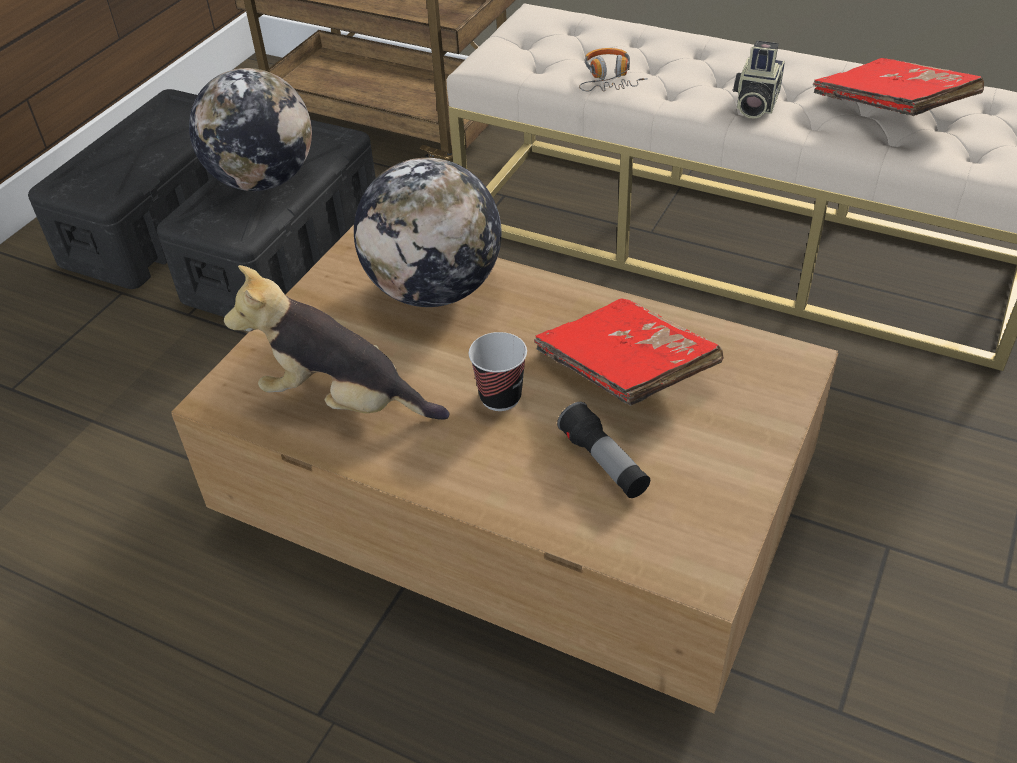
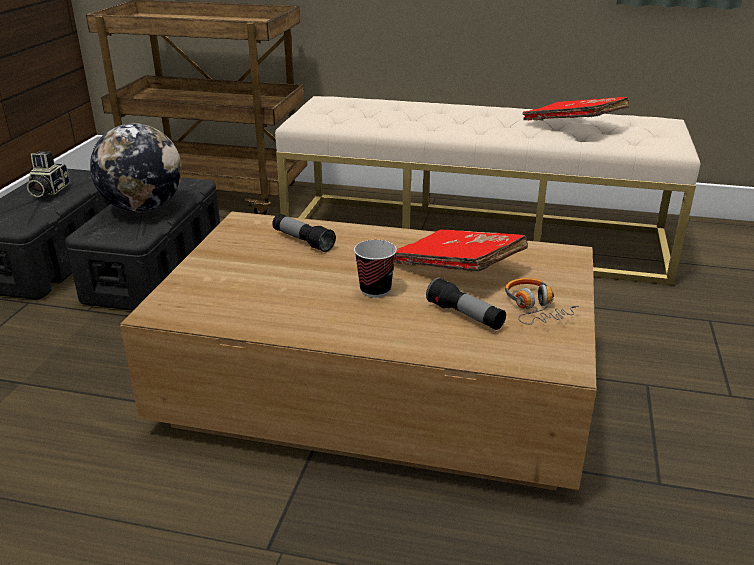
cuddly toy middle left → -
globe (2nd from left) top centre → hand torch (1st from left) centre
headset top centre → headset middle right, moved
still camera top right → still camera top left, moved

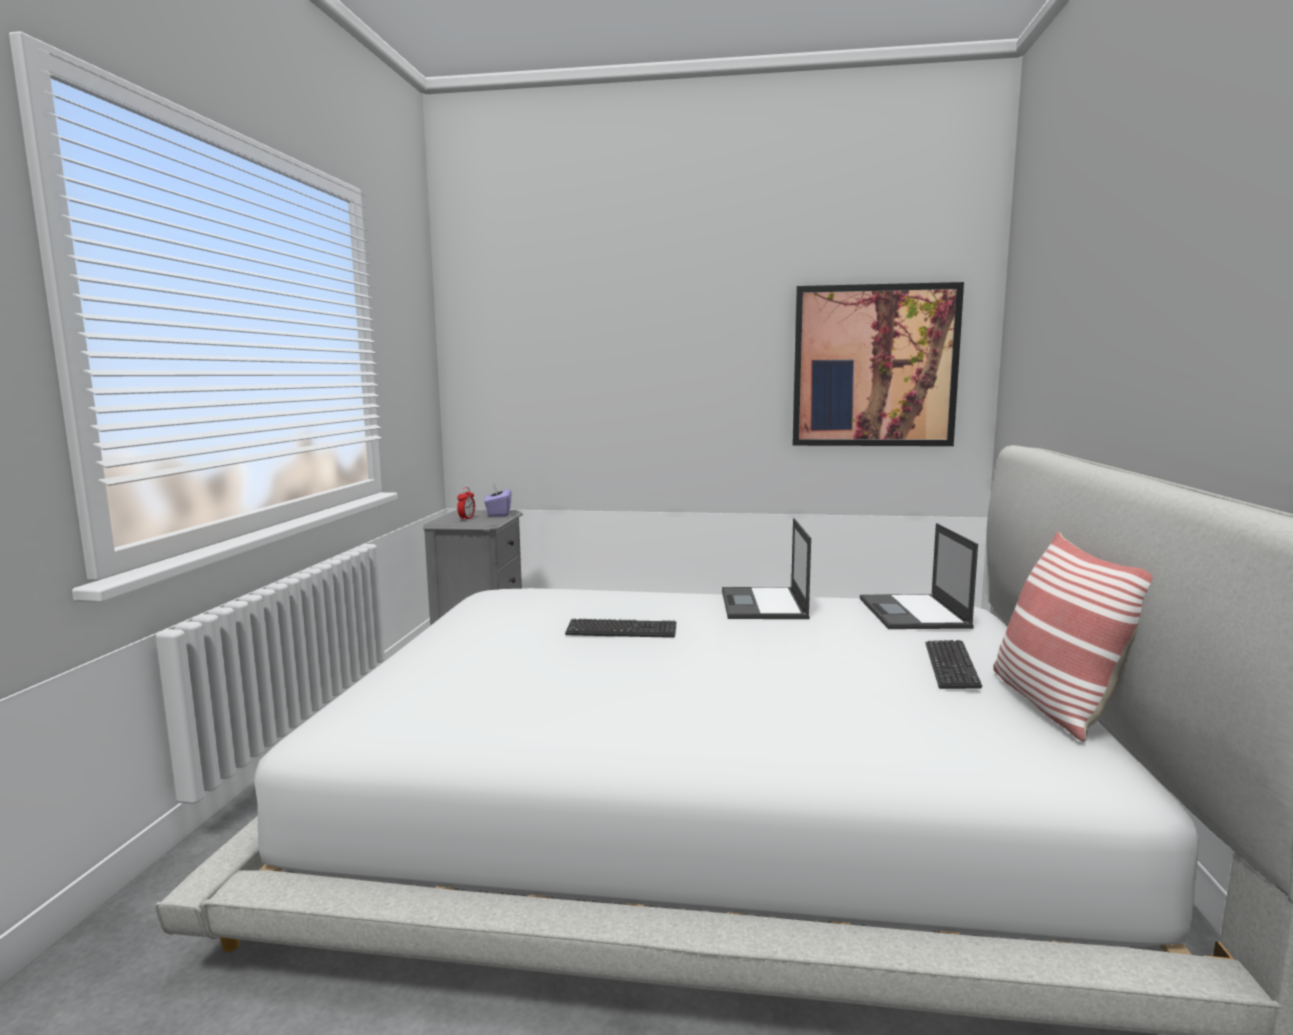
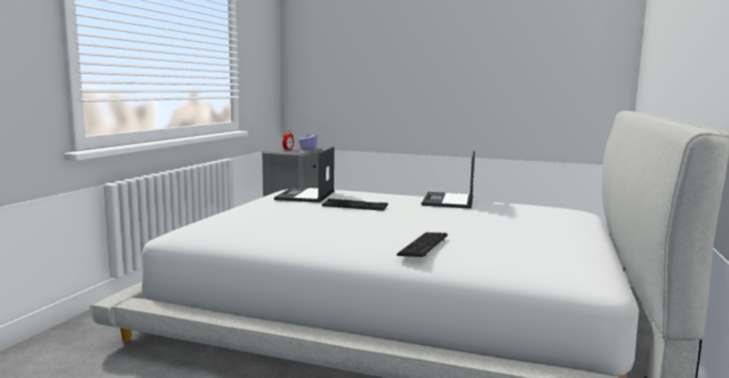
wall picture middle right → -
portable computer (2nd from left in the first image) middle right → portable computer (1st from left) centre, moved
computer keyboard (2nd from left) middle right → computer keyboard (2nd from left) centre, moved
throw pillow middle right → -

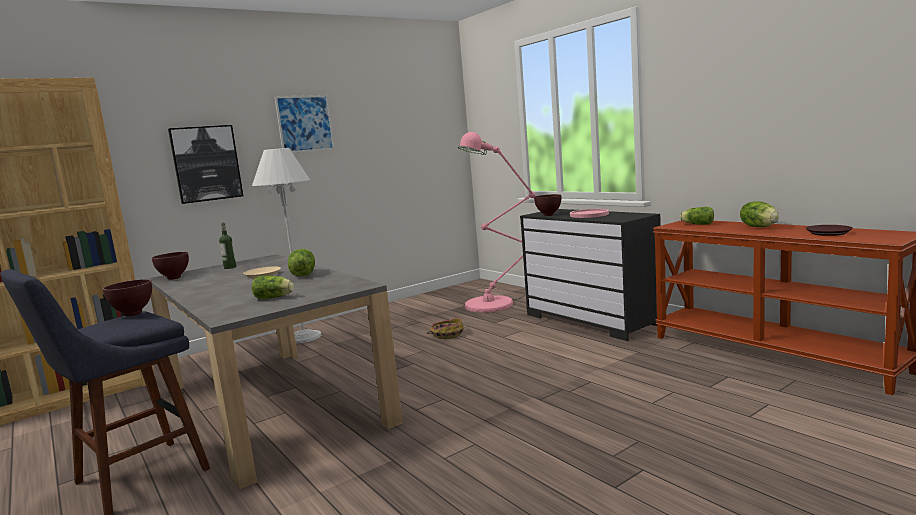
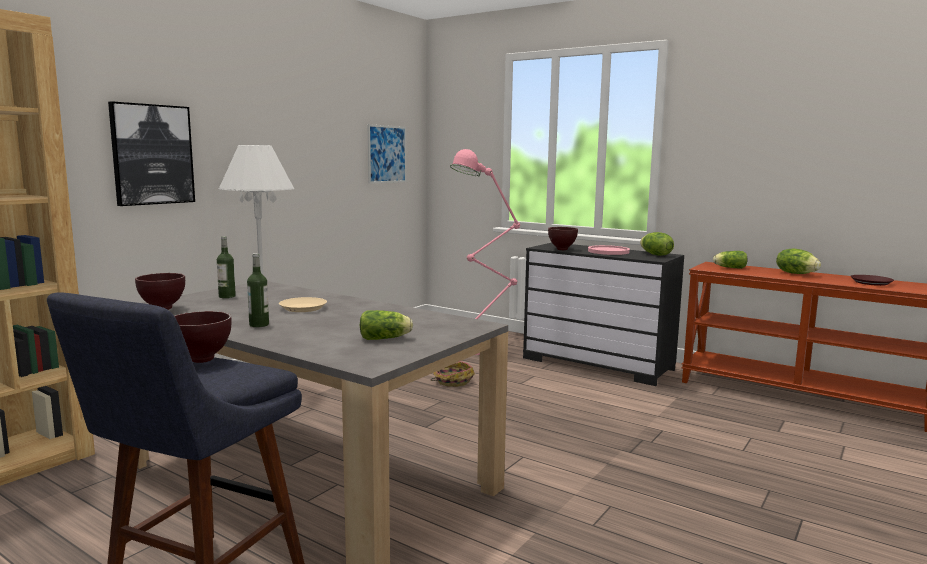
wall picture (2nd from left) top left → wall picture (2nd from left) top centre, moved
lettuce head (2nd from left) middle left → lettuce head (2nd from left) middle right, moved
- → drink bottle (2nd from left) middle left

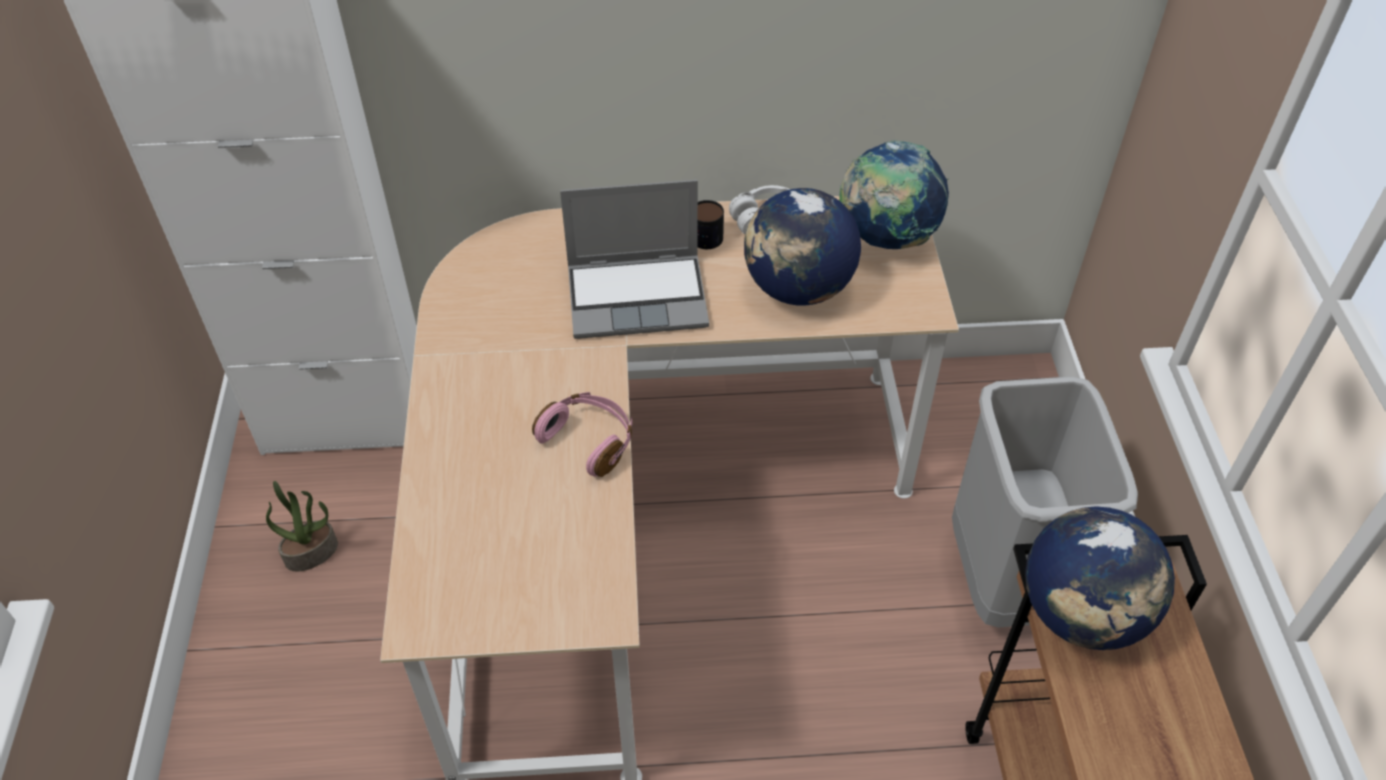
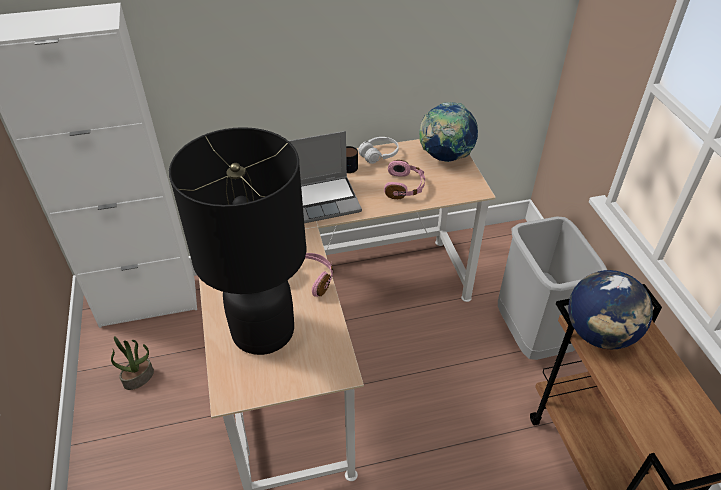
globe (1st from left) top centre → pink-coloured headset (2nd from left) centre
- → black lamp for a table middle left

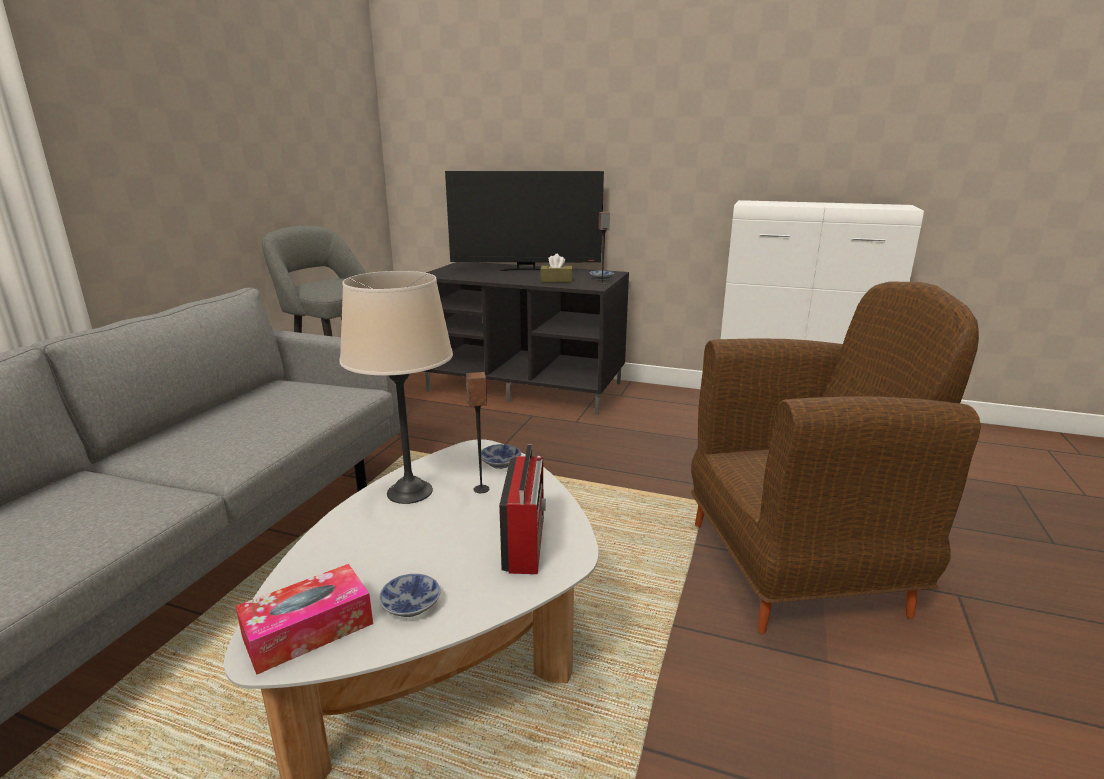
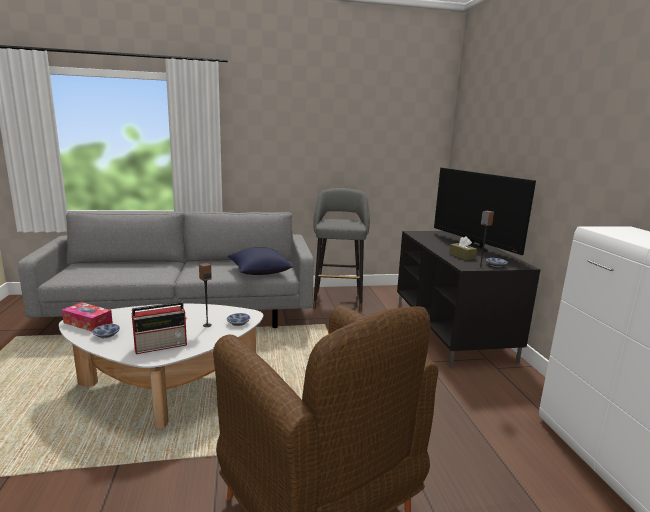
beige lamp for a table centre → -
- → blue-coloured throw pillow centre

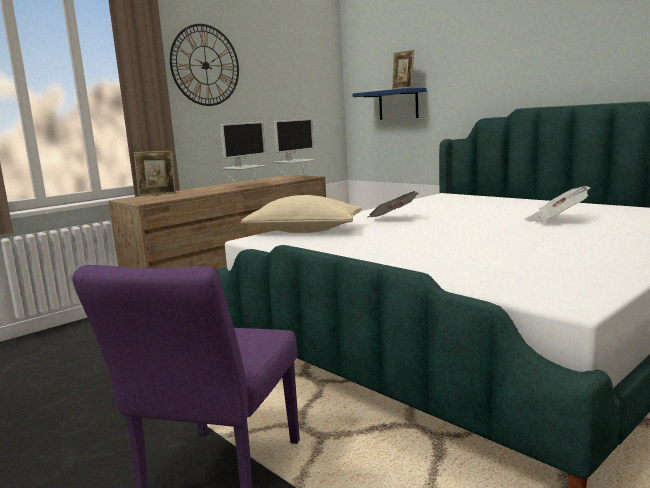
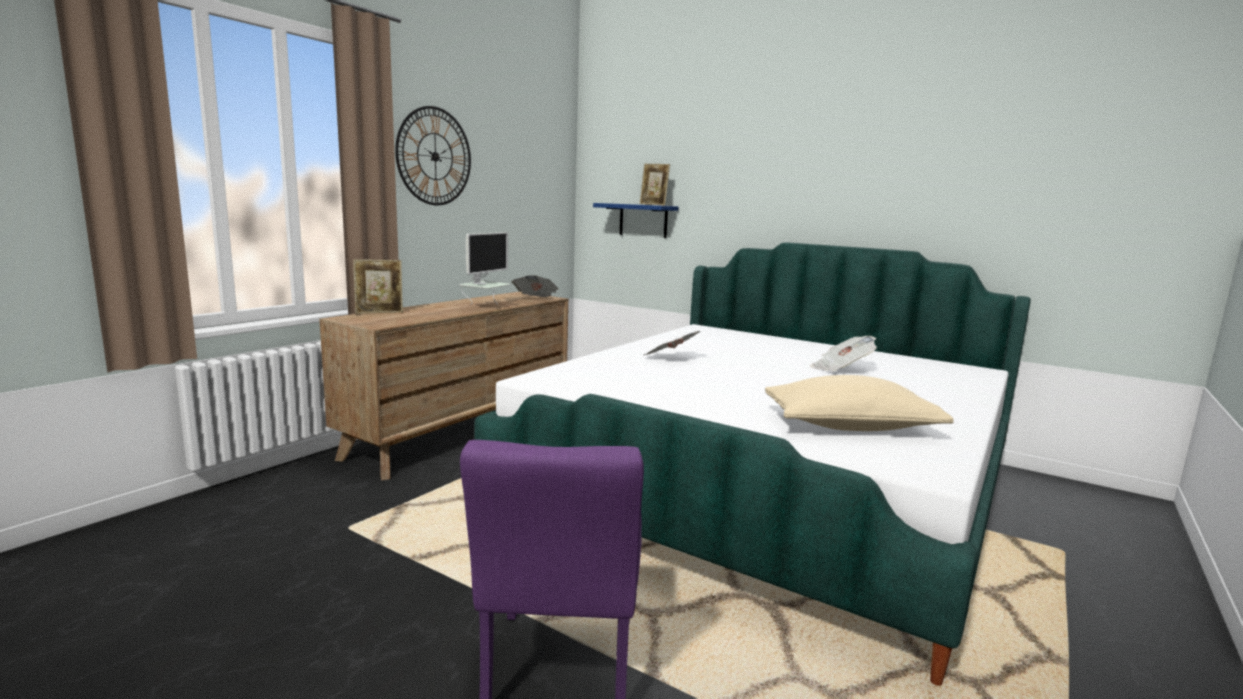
beige throw pillow centre → beige throw pillow middle right, moved
computer screen (2nd from left) top centre → daily paper (1st from left) centre

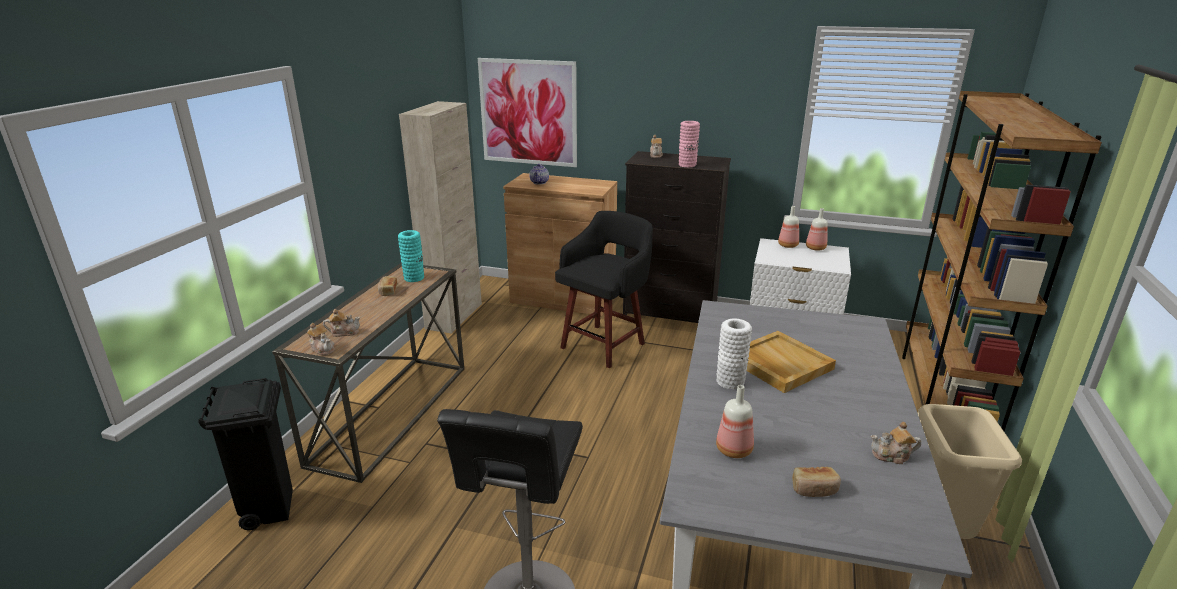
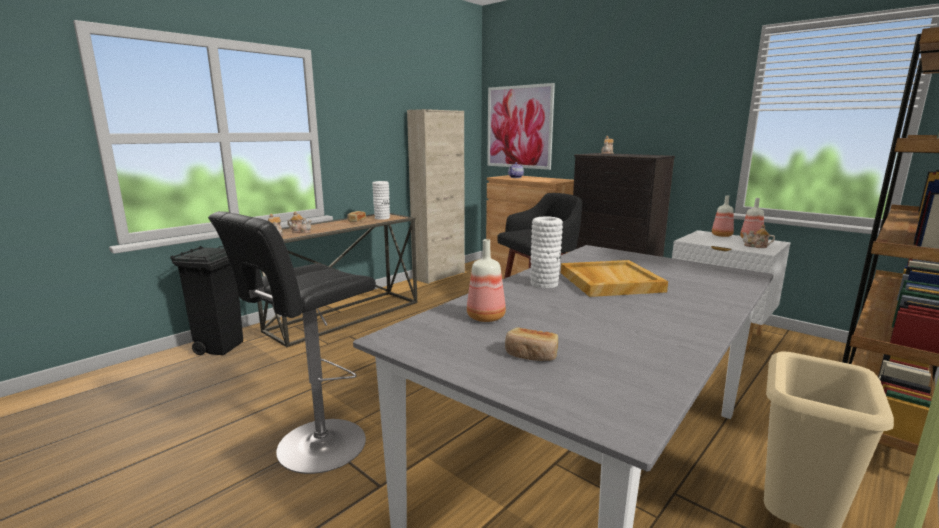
turquoise-coloured flower vase centre → white-coloured flower vase (1st from left) centre
pink-coloured flower vase top centre → -
tea pot (5th from left) bottom right → tea pot (5th from left) middle right, moved

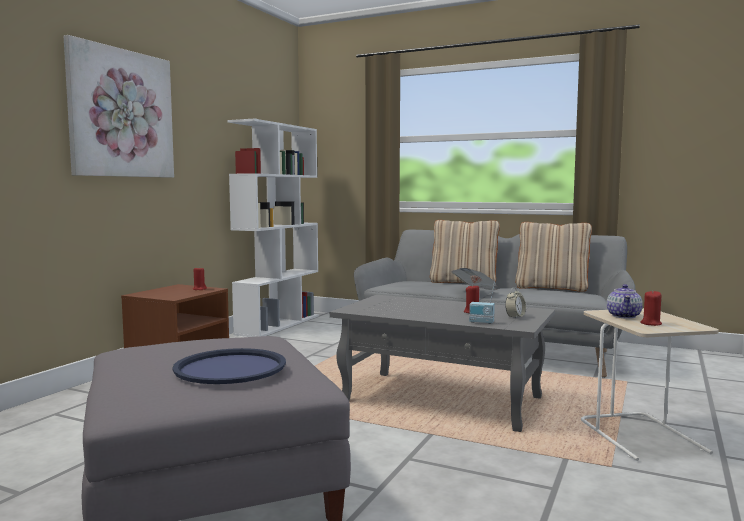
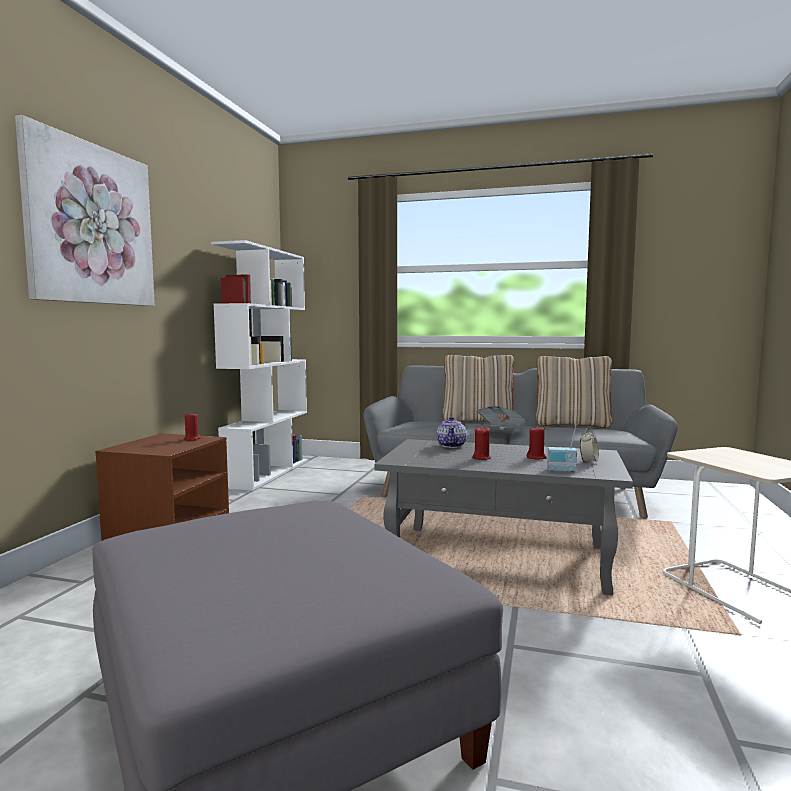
blue-coloured tray bottom left → -
tea pot middle right → tea pot centre, moved
red candle (3rd from left in the first image) middle right → red candle (2nd from left) centre, moved

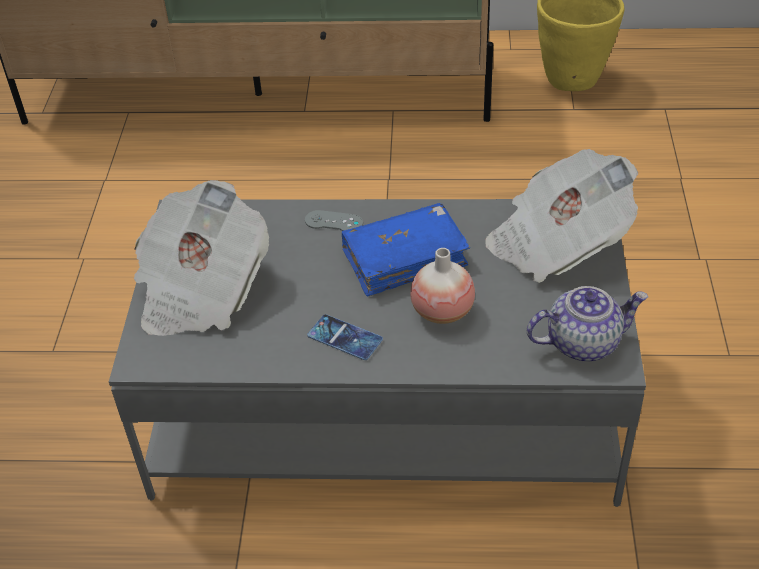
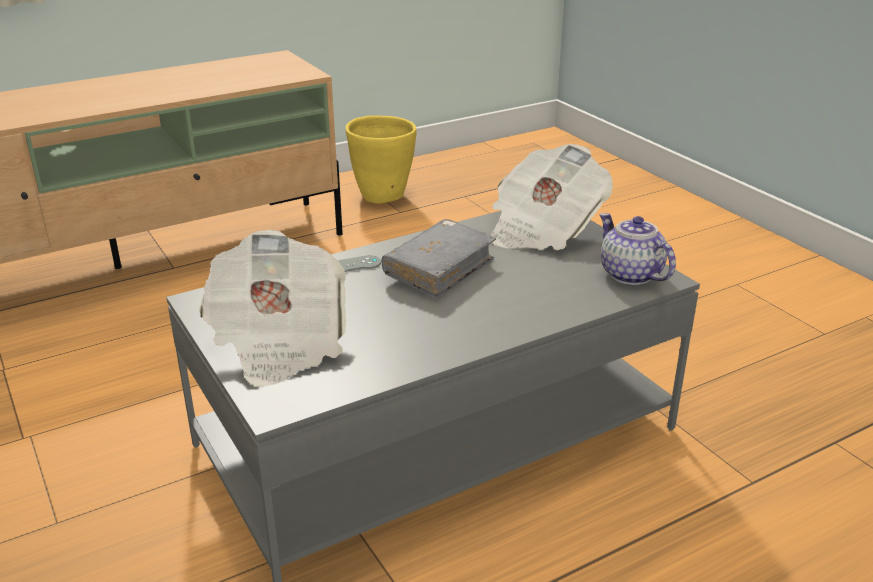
telephone centre → -
blue-coloured bound book centre → grey bound book centre
flower vase centre → -
tea pot middle right, 75 degrees counterclockwise

